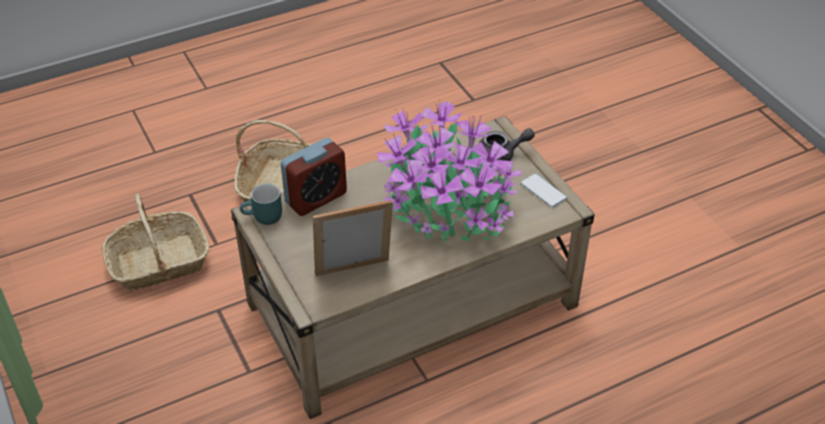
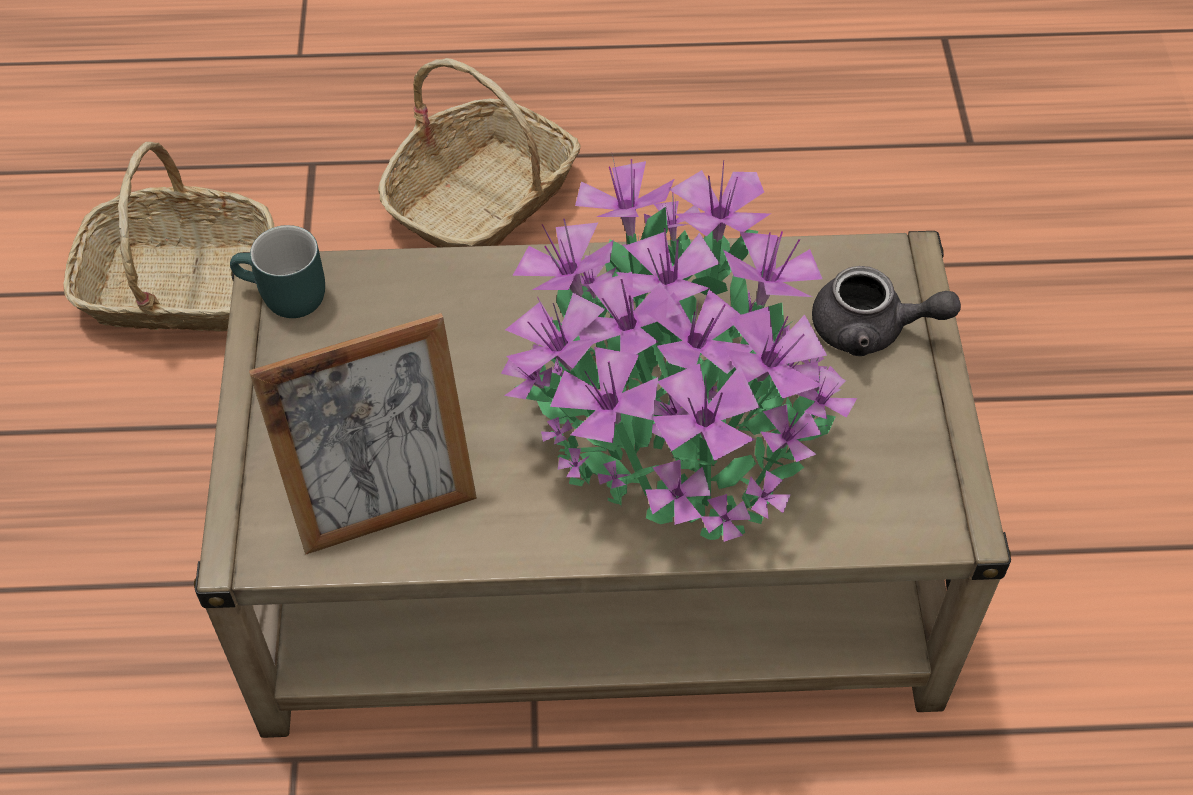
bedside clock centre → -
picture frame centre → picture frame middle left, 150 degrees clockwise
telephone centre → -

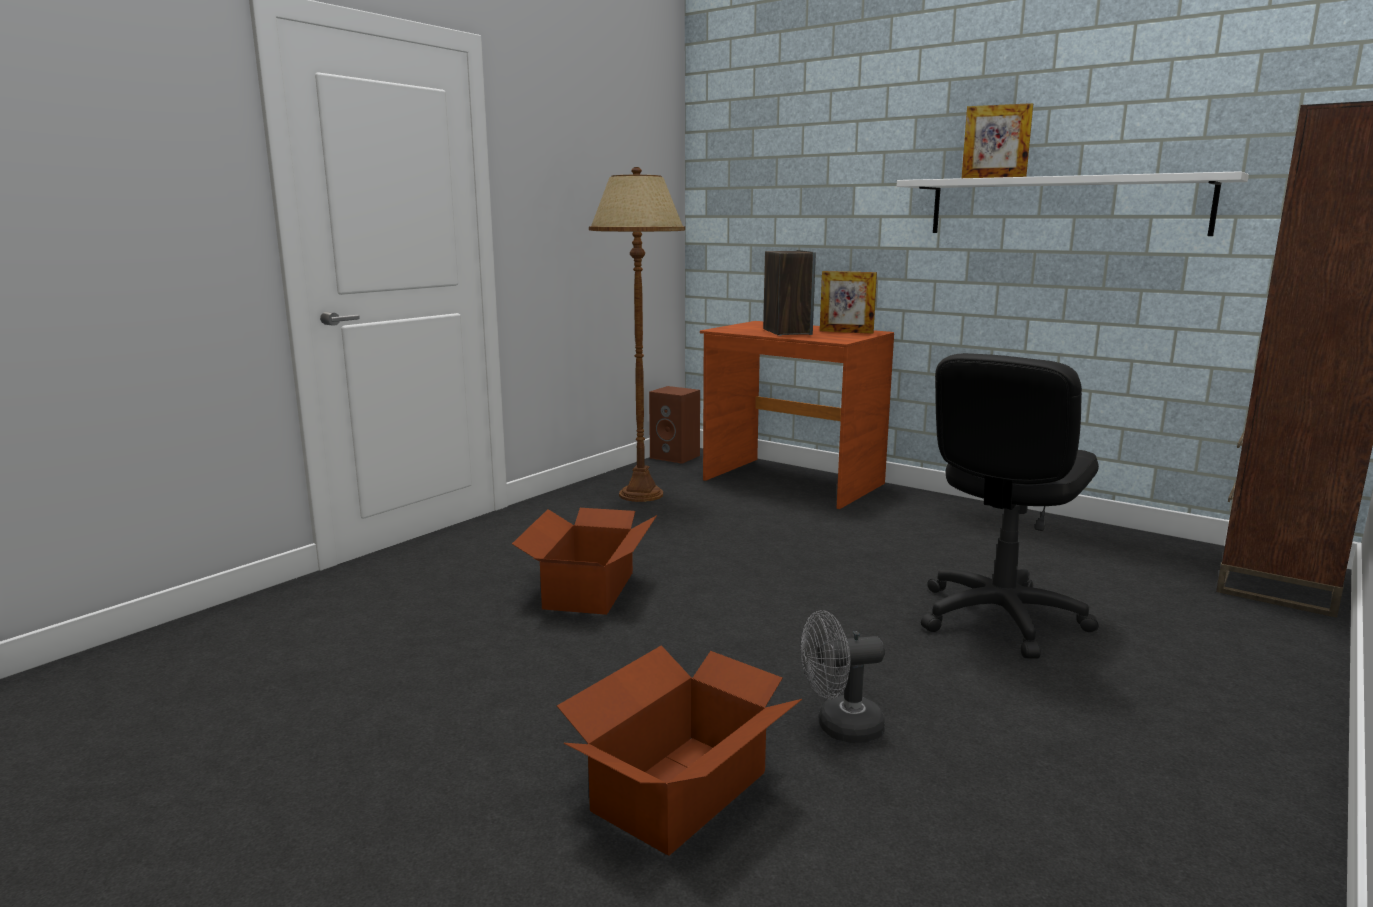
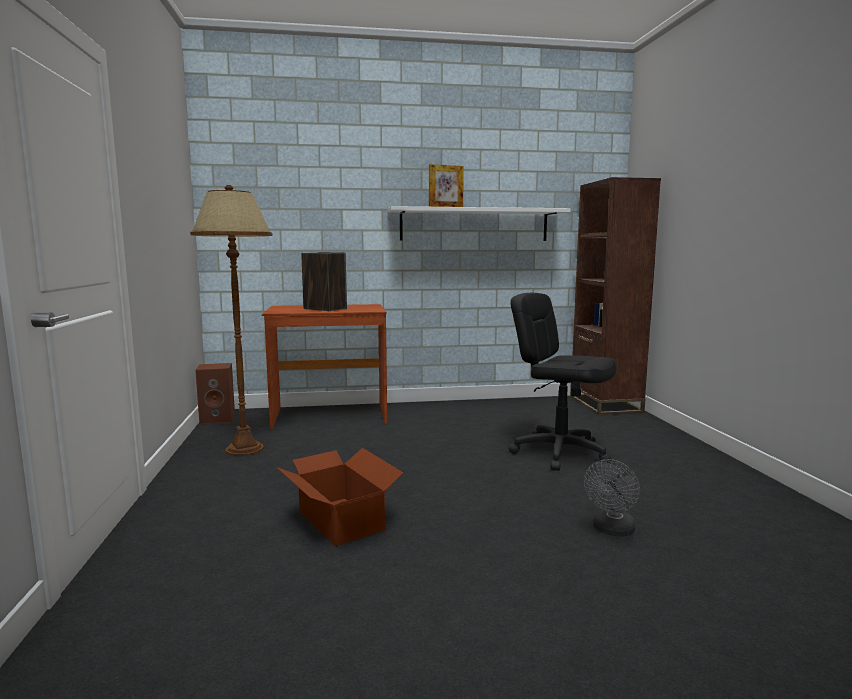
cardboard box (2nd from left) bottom centre → -
picture frame (1st from left) top centre → -
black desk chair middle right → black desk chair centre, 135 degrees clockwise

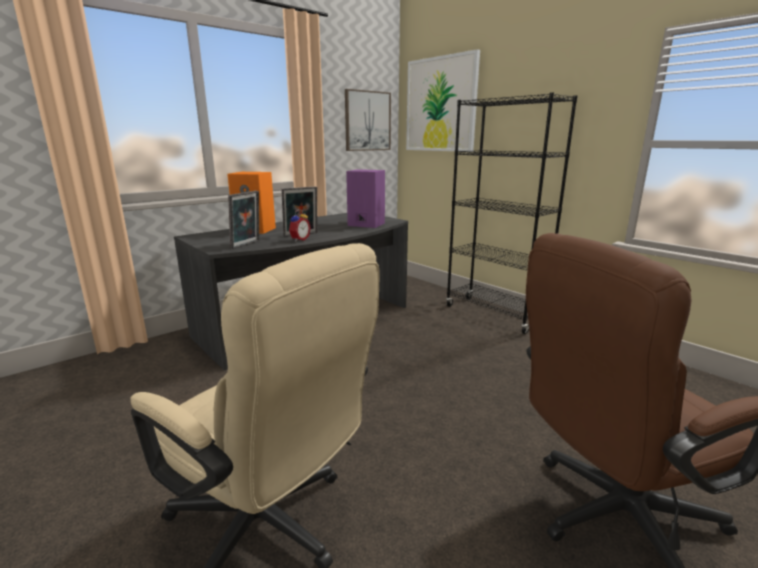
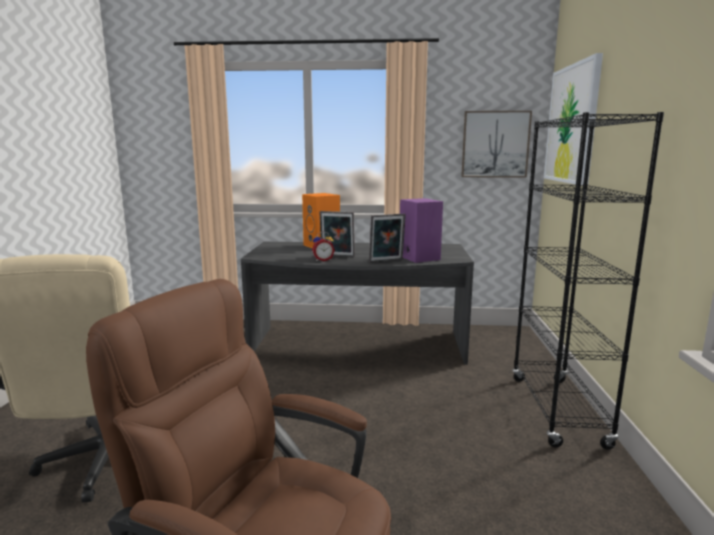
picture frame (1st from left in the first image) middle left → picture frame (2nd from left) centre, moved

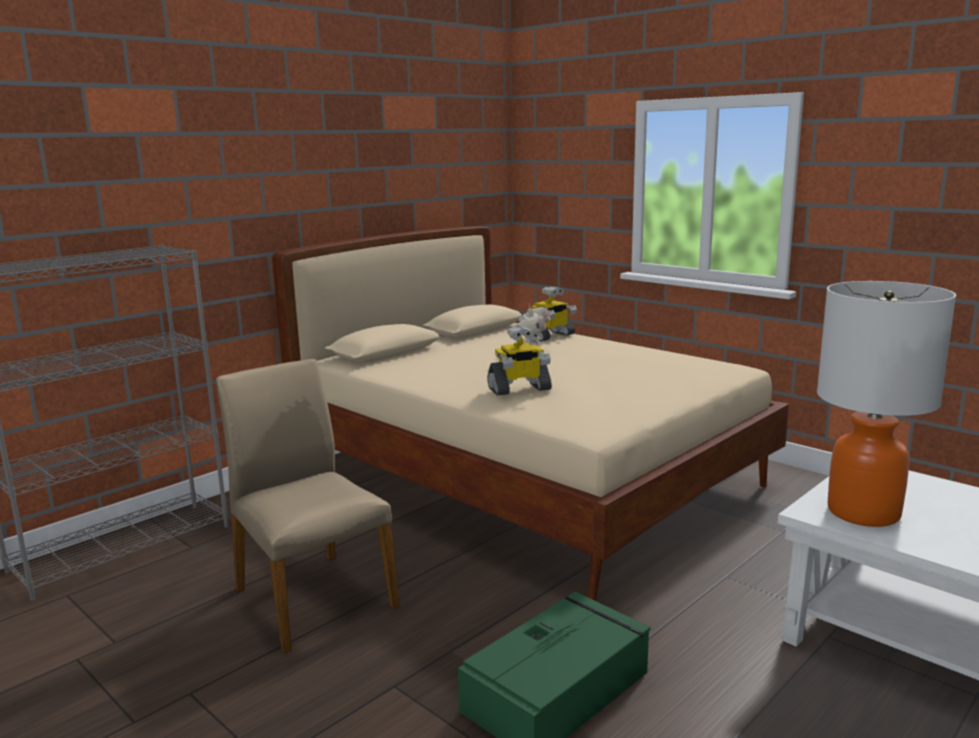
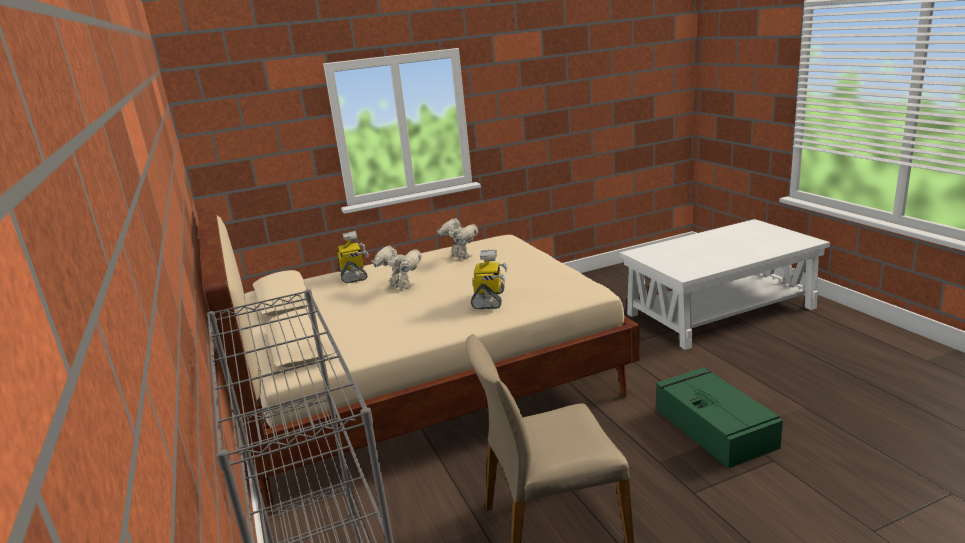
lamp for a table middle right → -
- → toy robot (3rd from left) centre

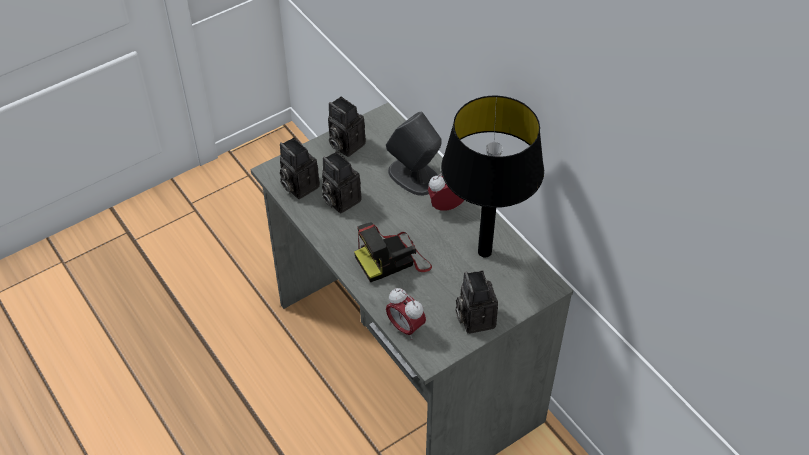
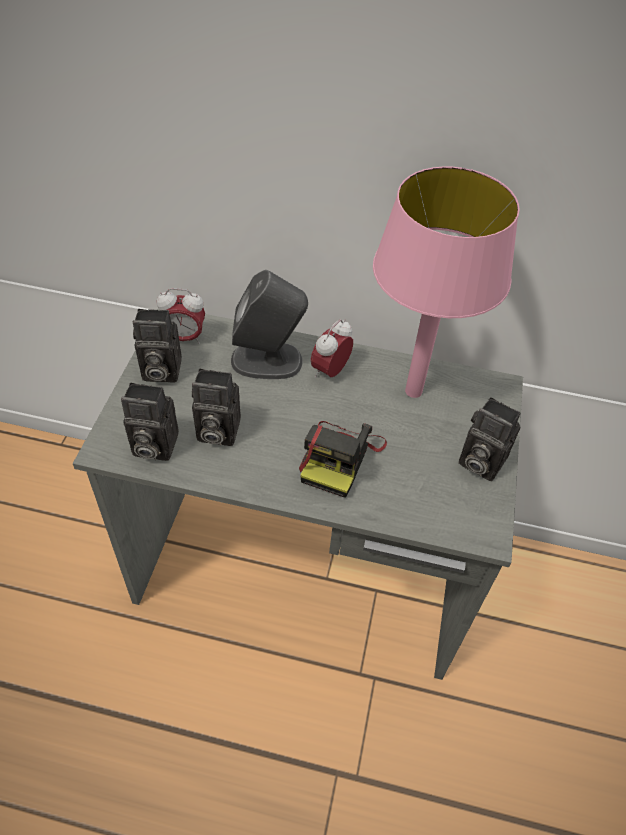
bedside clock (1st from left) bottom centre → bedside clock (1st from left) middle left, moved
black lamp for a table centre → pink-coloured lamp for a table middle right

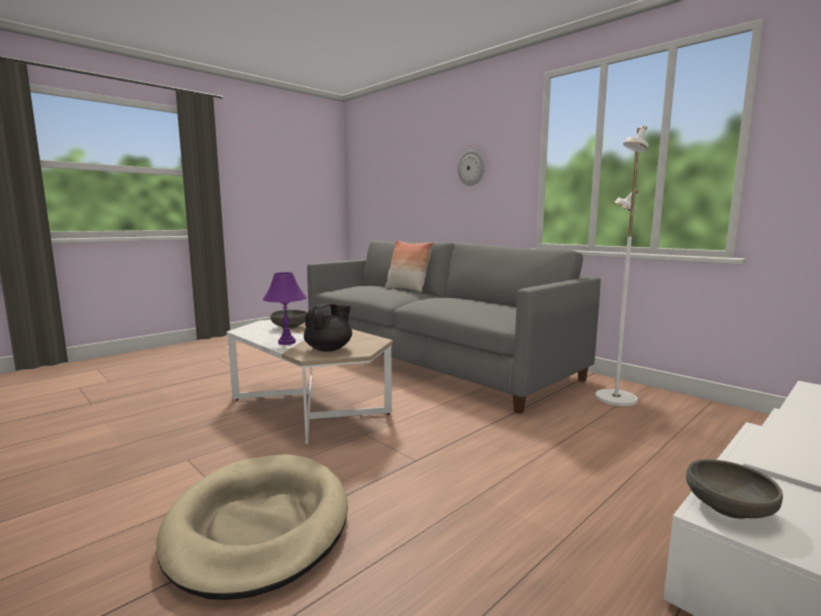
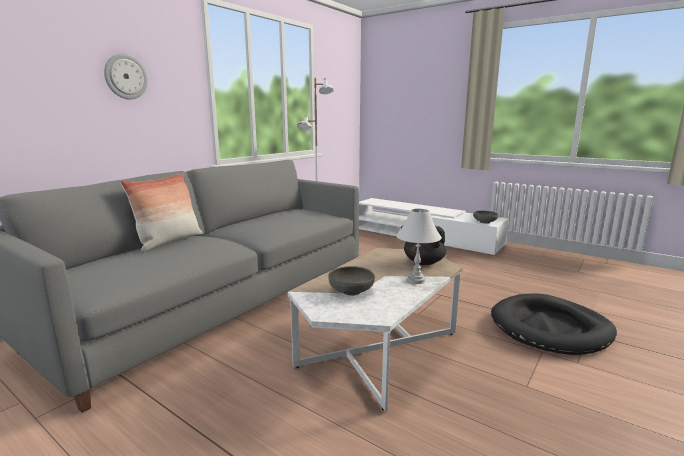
beige dog bed bottom left → black dog bed bottom right
purplish lamp for a table centre → white-coloured lamp for a table centre

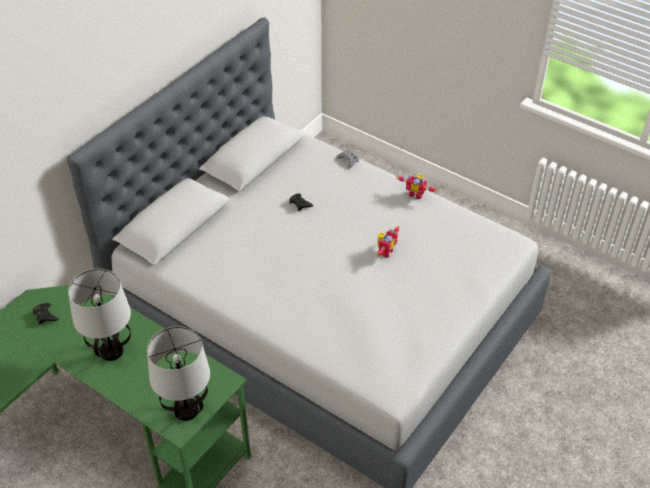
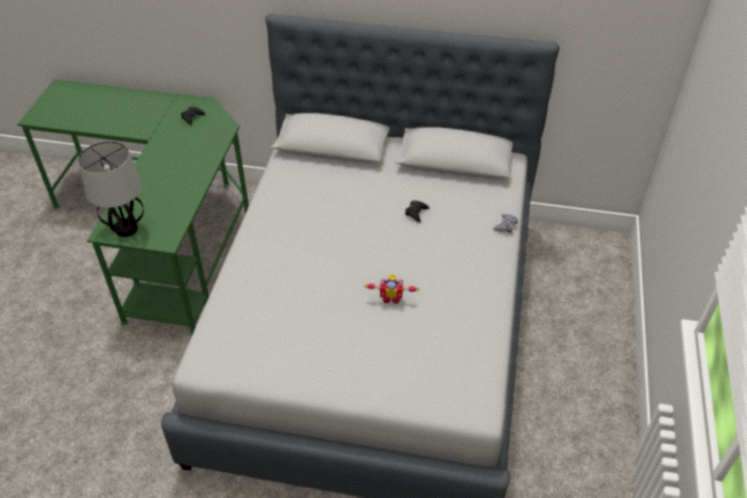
lamp for a table (1st from left) middle left → -
toy robot (2nd from left) centre → -

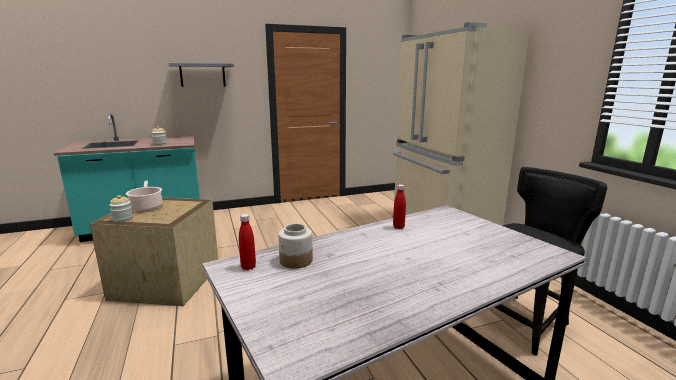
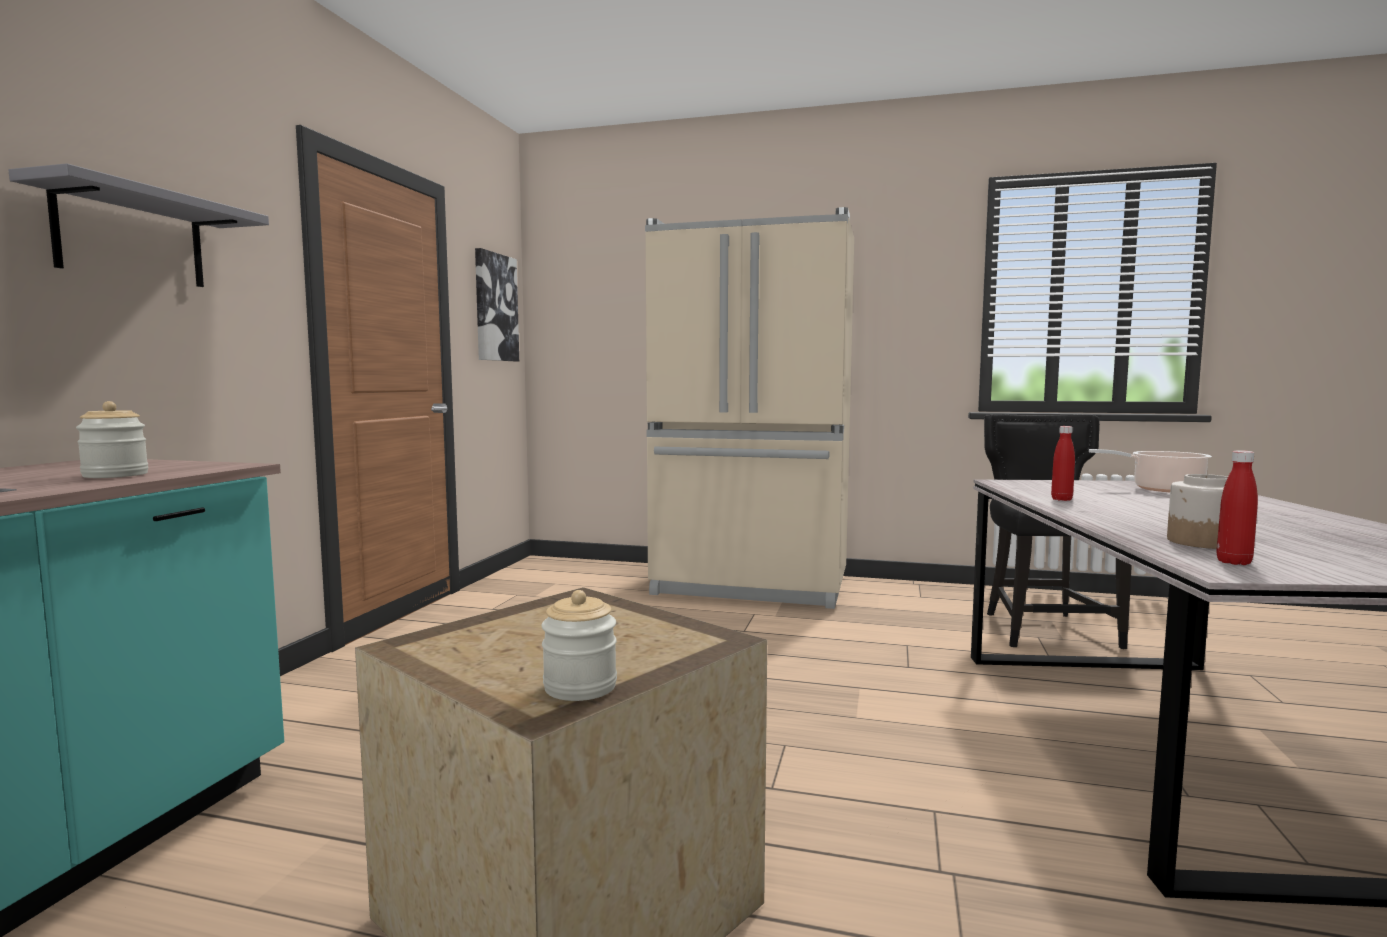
saucepot middle left → saucepot middle right, moved
- → wall picture top centre

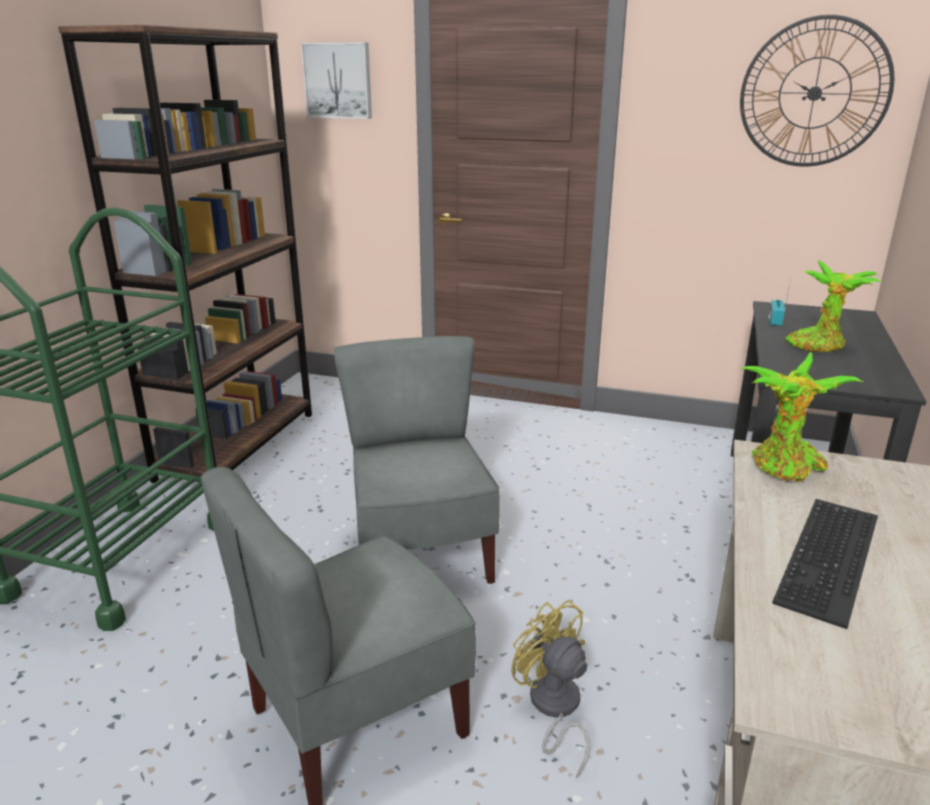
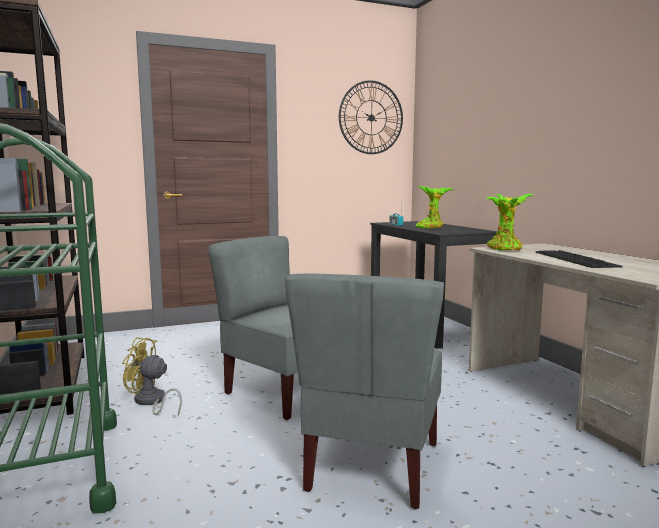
wall picture top centre → -
yellow cooling fan bottom centre → yellow cooling fan bottom left, moved

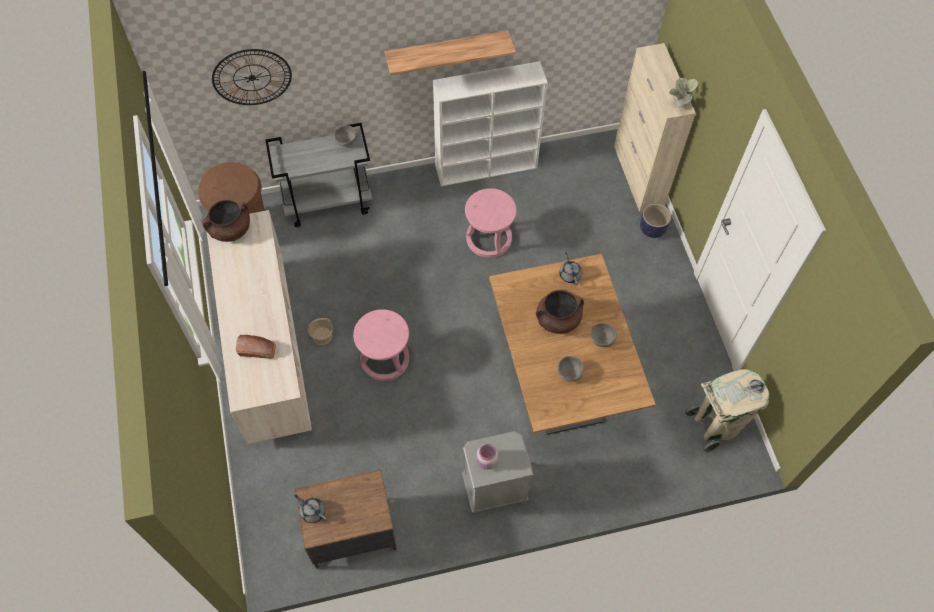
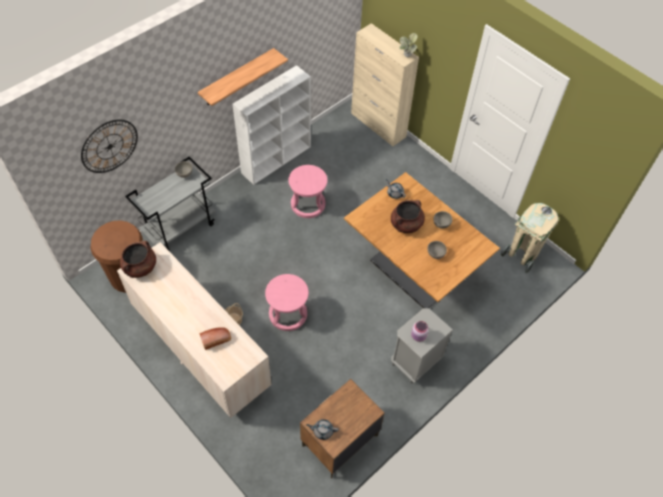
plant pot middle right → -

